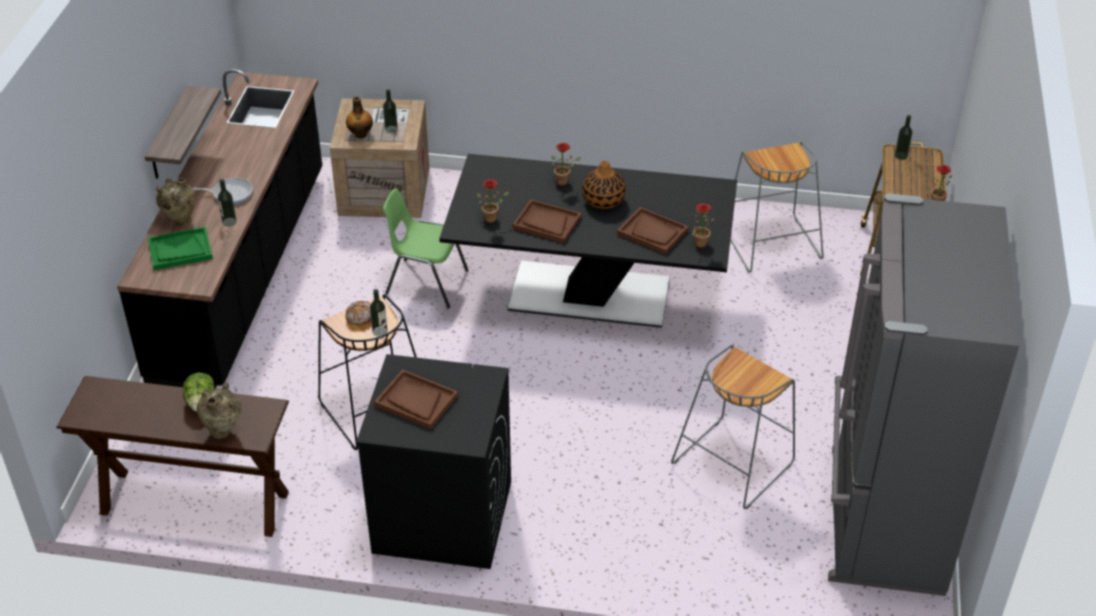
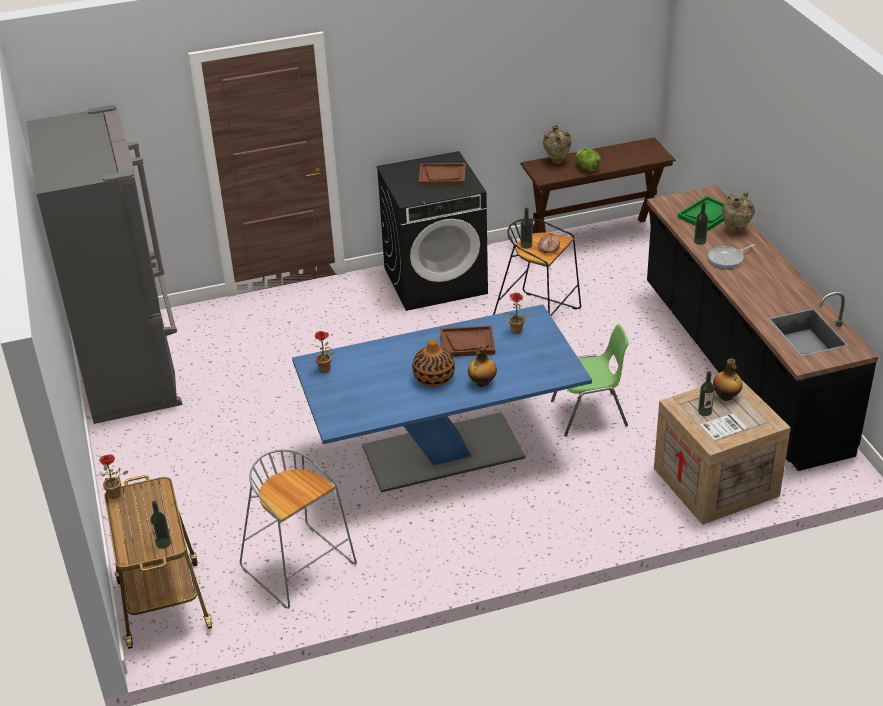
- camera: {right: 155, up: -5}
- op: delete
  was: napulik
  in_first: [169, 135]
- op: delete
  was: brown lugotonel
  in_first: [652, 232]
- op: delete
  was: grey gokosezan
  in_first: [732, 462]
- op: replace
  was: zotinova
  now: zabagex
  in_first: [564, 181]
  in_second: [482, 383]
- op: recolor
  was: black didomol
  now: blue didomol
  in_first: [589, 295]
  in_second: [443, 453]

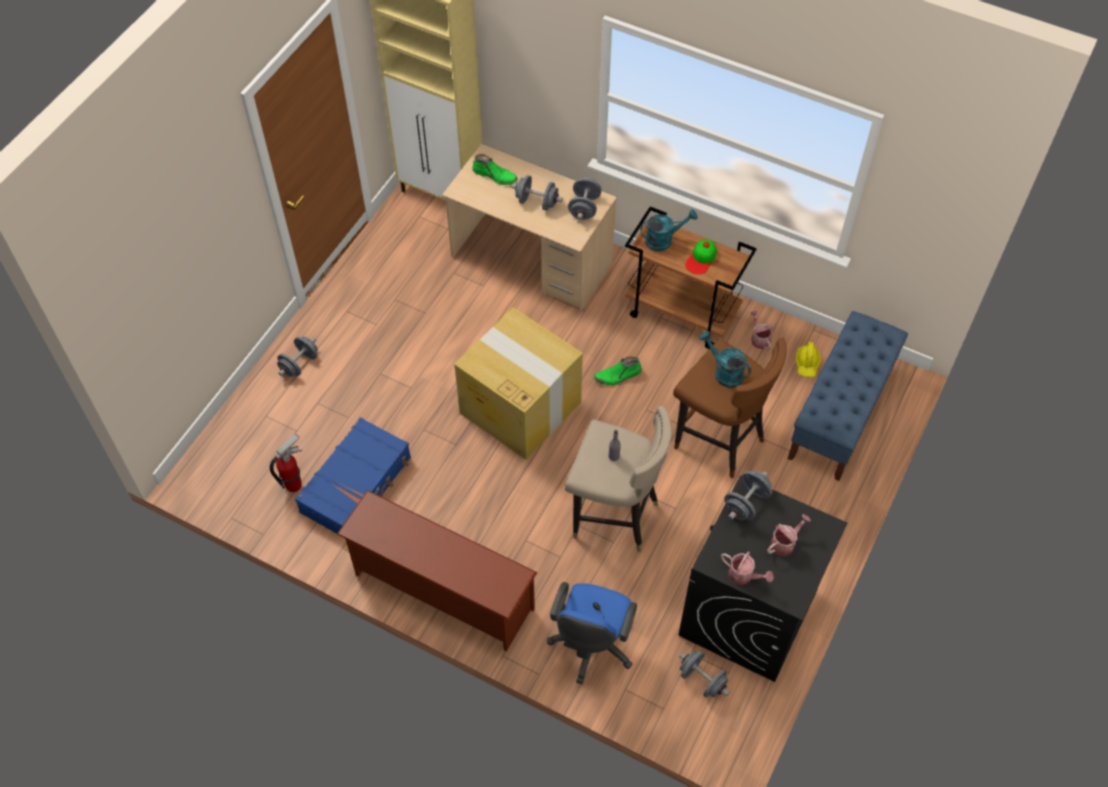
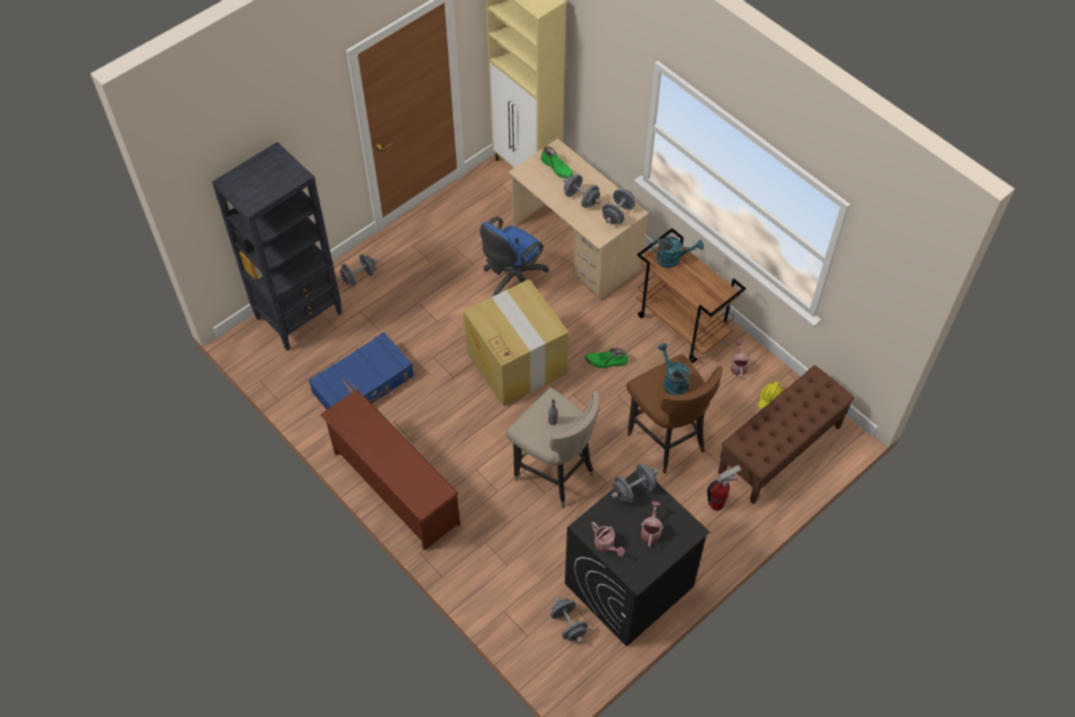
- camera: {right: 20, up: 0}
- op: delete
  was: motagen
  in_first: [701, 259]
- op: insert
  now: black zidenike
  in_second: [300, 315]
- op: move
  was: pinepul
  in_first: [294, 485]
  in_second: [717, 504]
- op: move
  was: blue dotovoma
  in_first: [591, 646]
  in_second: [512, 280]
- op: recolor
  was: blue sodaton
  now: brown sodaton
  in_first: [840, 414]
  in_second: [779, 450]
- op: rotate
  was: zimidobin
  in_first: [785, 543]
  in_second: [651, 531]
  clockwise: -60

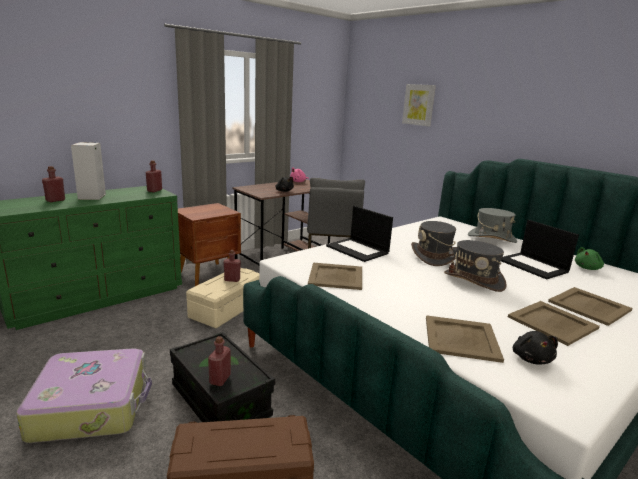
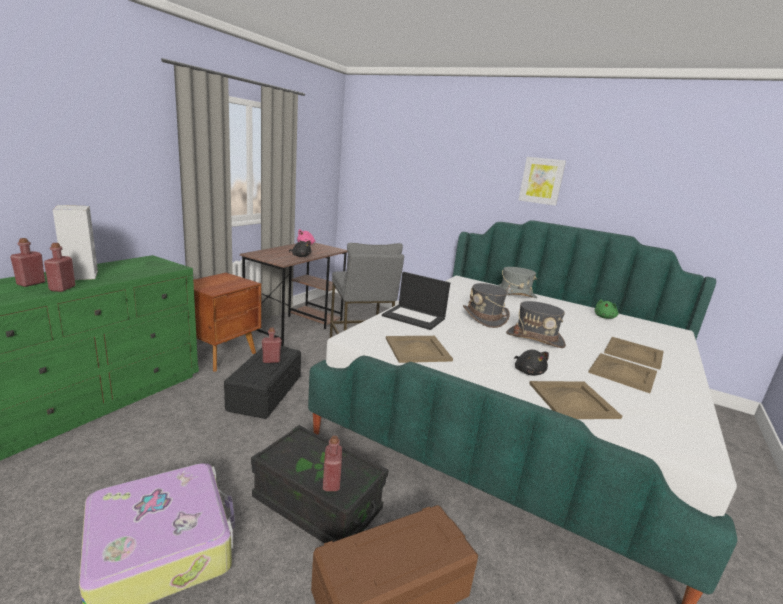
- camera: {right: -20, up: 0}
- op: delete
  was: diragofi
  in_first: [533, 266]
- op: move
  was: red zabagex
  in_first: [154, 190]
  in_second: [62, 288]
- op: move
  was: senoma
  in_first: [419, 105]
  in_second: [541, 181]
- op: move
  was: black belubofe
  in_first: [531, 358]
  in_second: [528, 372]
- op: recolor
  was: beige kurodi
  now: black kurodi
  in_first: [226, 308]
  in_second: [265, 392]

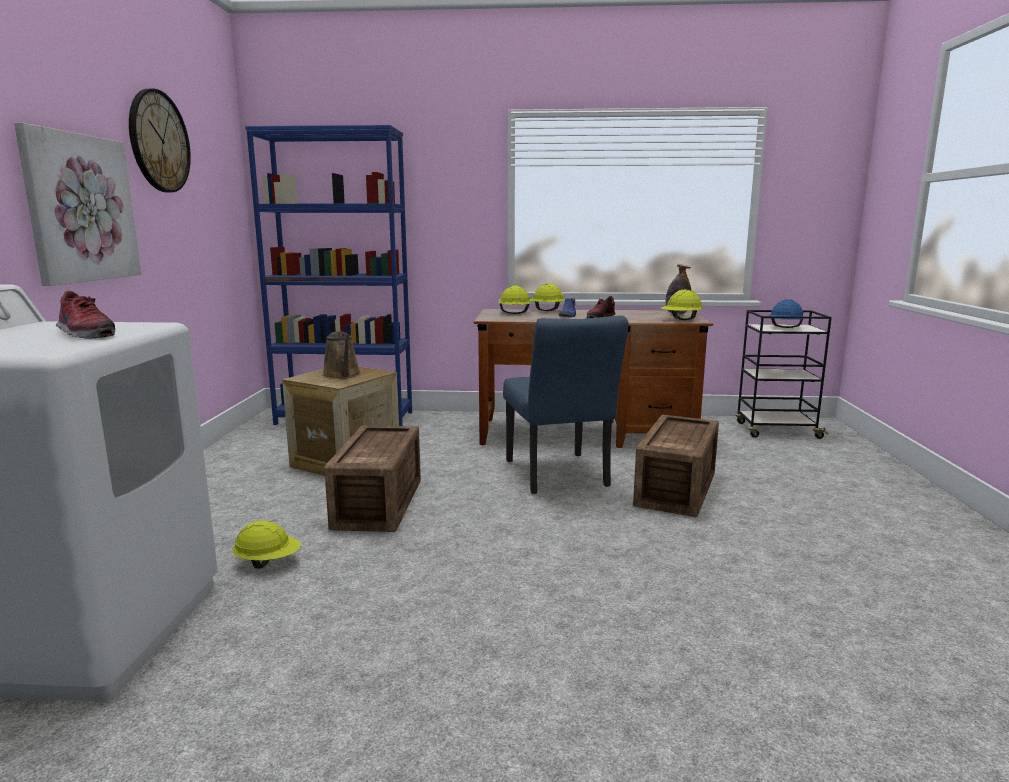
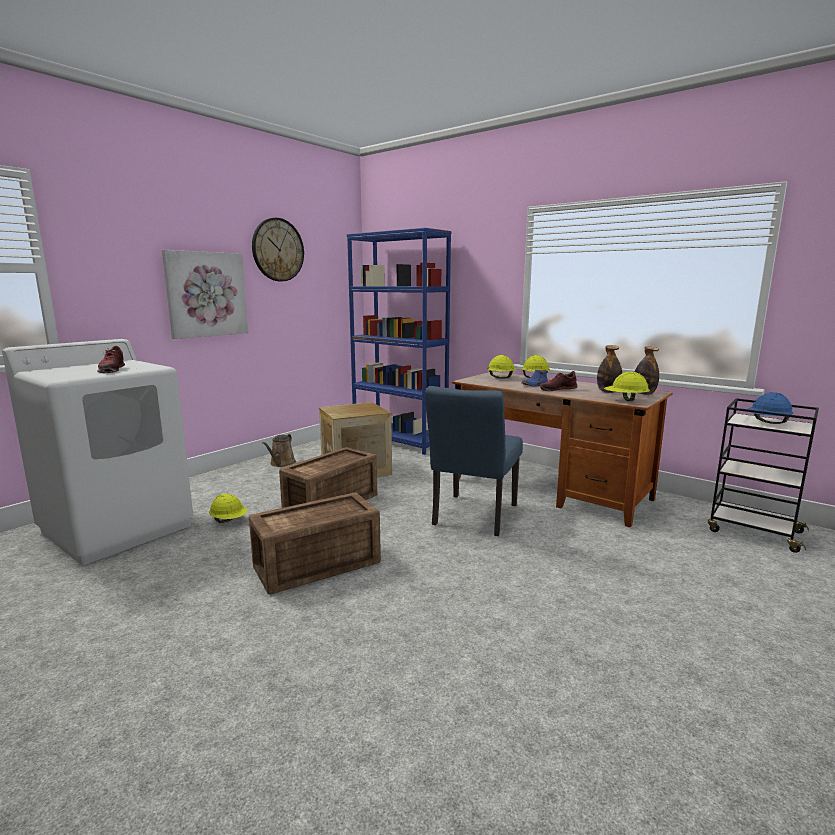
- camera: {right: 35, up: 0}
- op: insert
  now: zabagex
  in_second: [608, 392]
- op: move
  was: brown zimidobin
  in_first: [342, 375]
  in_second: [281, 463]
- op: move
  was: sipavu
  in_first: [678, 489]
  in_second: [319, 565]

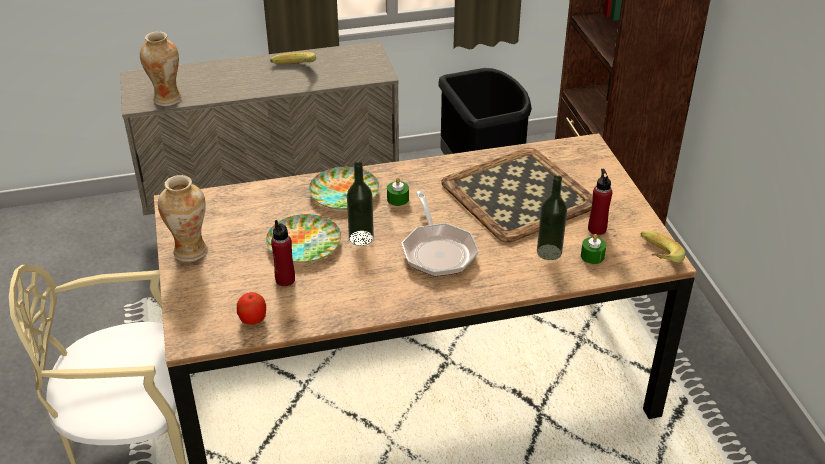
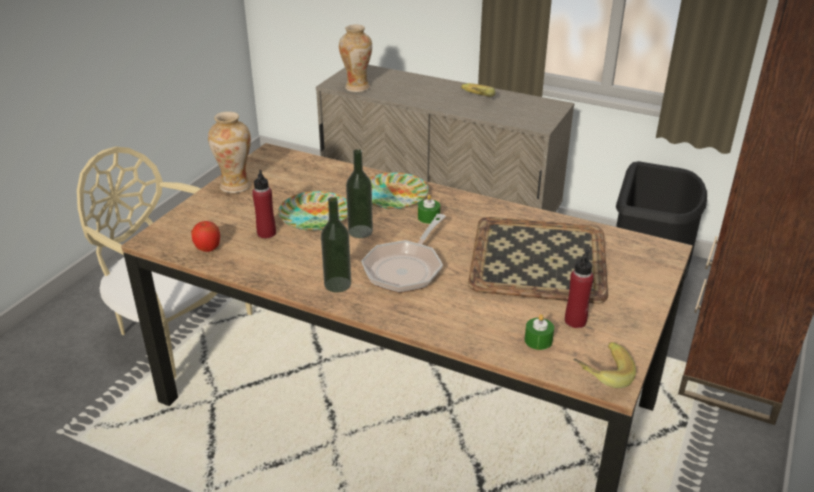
- camera: {right: 40, up: -5}
- op: move
  was: zabagex
  in_first: [549, 252]
  in_second: [337, 284]

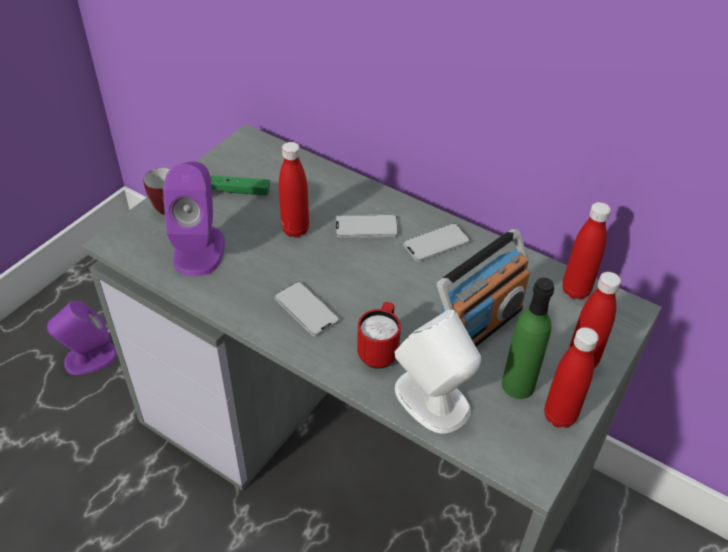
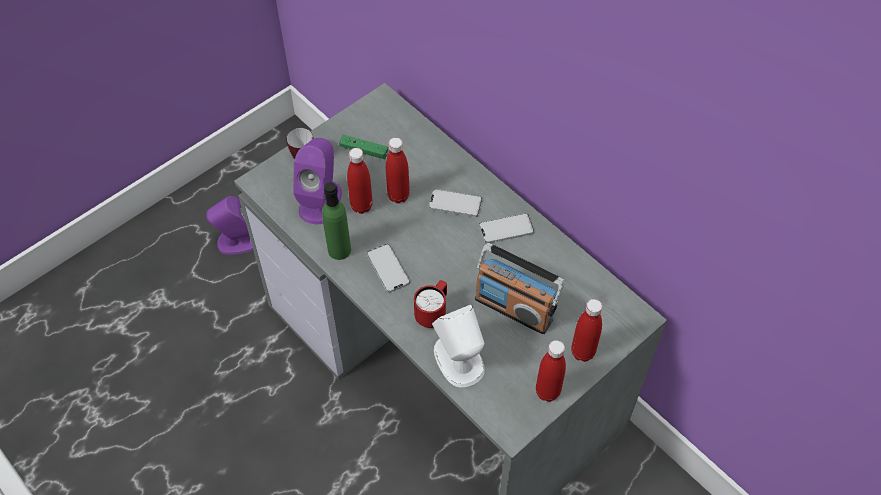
- camera: {right: 15, up: 10}
- op: move
  was: green zabagex
  in_first: [518, 385]
  in_second: [339, 250]
- op: move
  was: red zabagex
  in_first: [575, 290]
  in_second: [361, 206]
- op: rotate
  was: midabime
  in_first: [478, 326]
  in_second: [514, 308]
  clockwise: 60

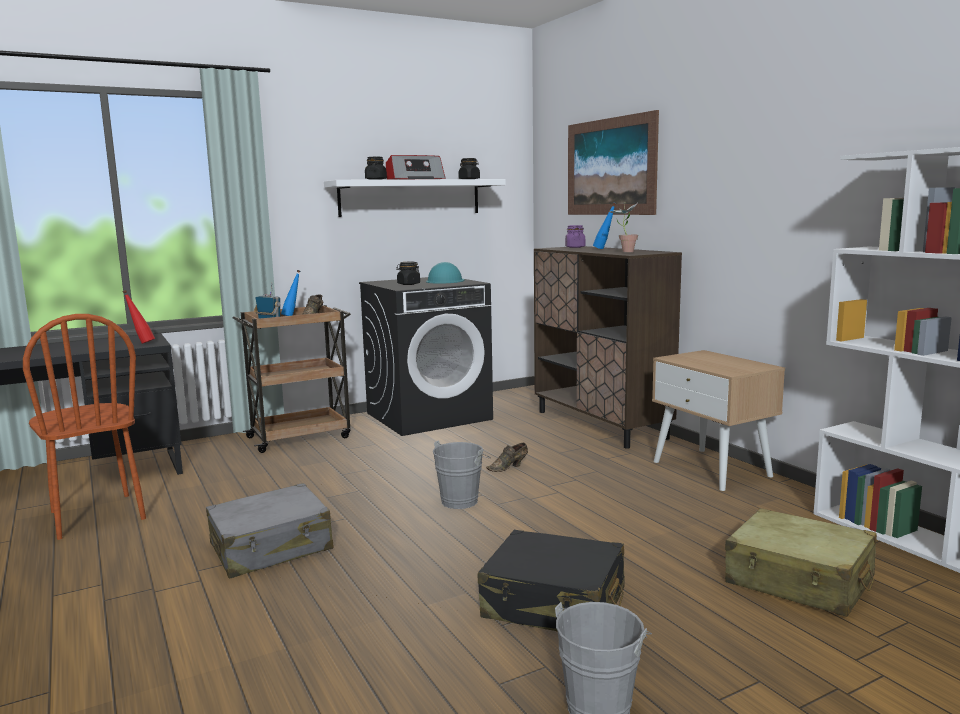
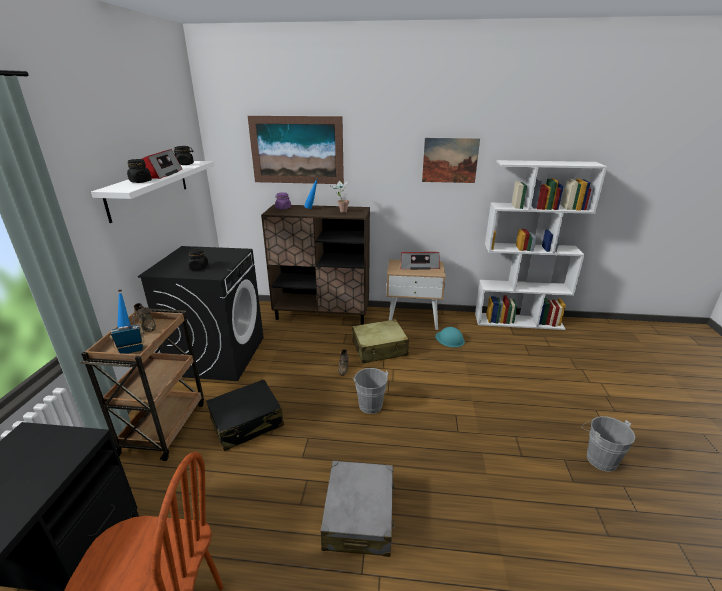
- camera: {right: -55, up: 15}
- op: delete
  was: red zabagex
  in_first: [141, 343]
- op: insert
  now: midabime
  in_second: [418, 266]
- op: insert
  now: senoma
  in_second: [450, 160]
- op: move
  was: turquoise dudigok
  in_first: [445, 281]
  in_second: [449, 339]
- op: move
  was: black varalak
  in_first: [554, 604]
  in_second: [247, 422]
- op: move
  was: beige varalak
  in_first: [799, 581]
  in_second: [379, 349]

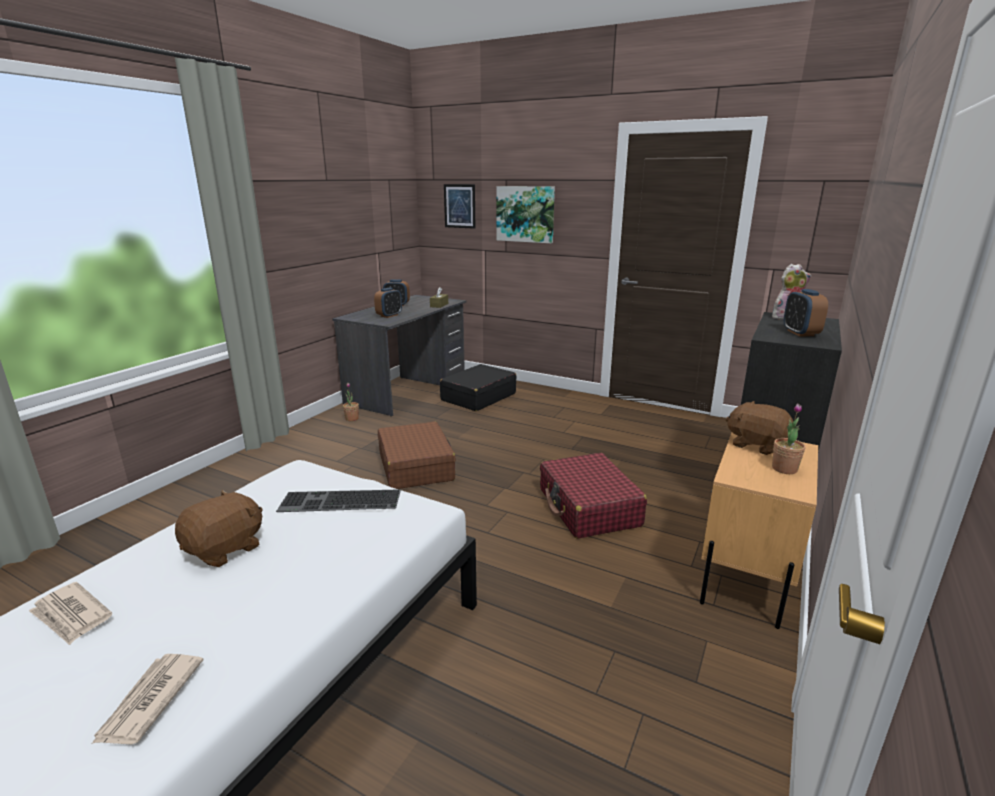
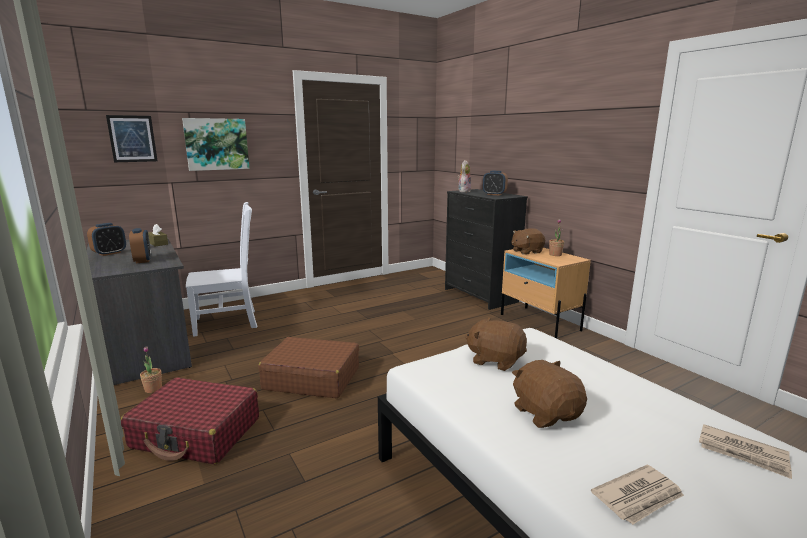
- camera: {right: -60, up: -5}
- op: move
  was: red varalak
  in_first: [588, 507]
  in_second: [197, 433]
- op: replace
  was: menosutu
  now: brown belubofe
  in_first: [339, 502]
  in_second: [495, 360]
- op: replace
  was: black varalak
  now: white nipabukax
  in_first: [478, 397]
  in_second: [228, 322]

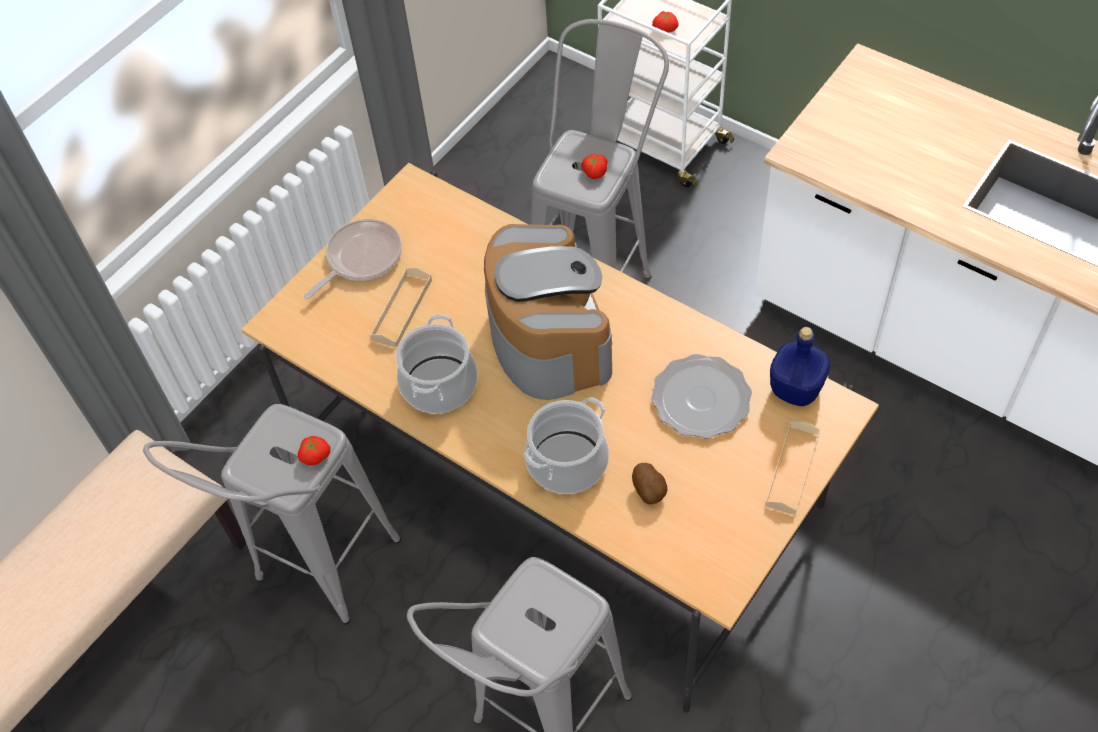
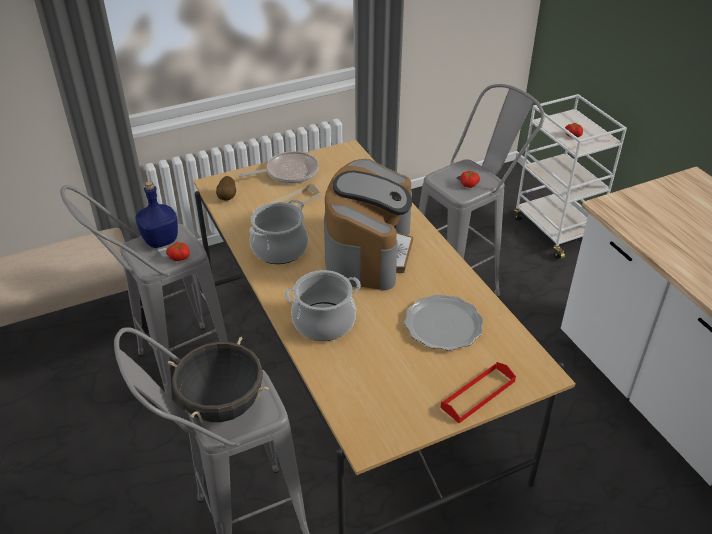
- camera: {right: 25, up: -15}
- op: insert
  now: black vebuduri
  in_second: [222, 406]
- op: move
  was: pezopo
  in_first: [650, 491]
  in_second: [228, 197]
- op: move
  was: blue zabagex
  in_first: [796, 388]
  in_second: [161, 240]
- op: recolor
  was: beige lugotonel
  now: red lugotonel
  in_first: [792, 469]
  in_second: [478, 394]

